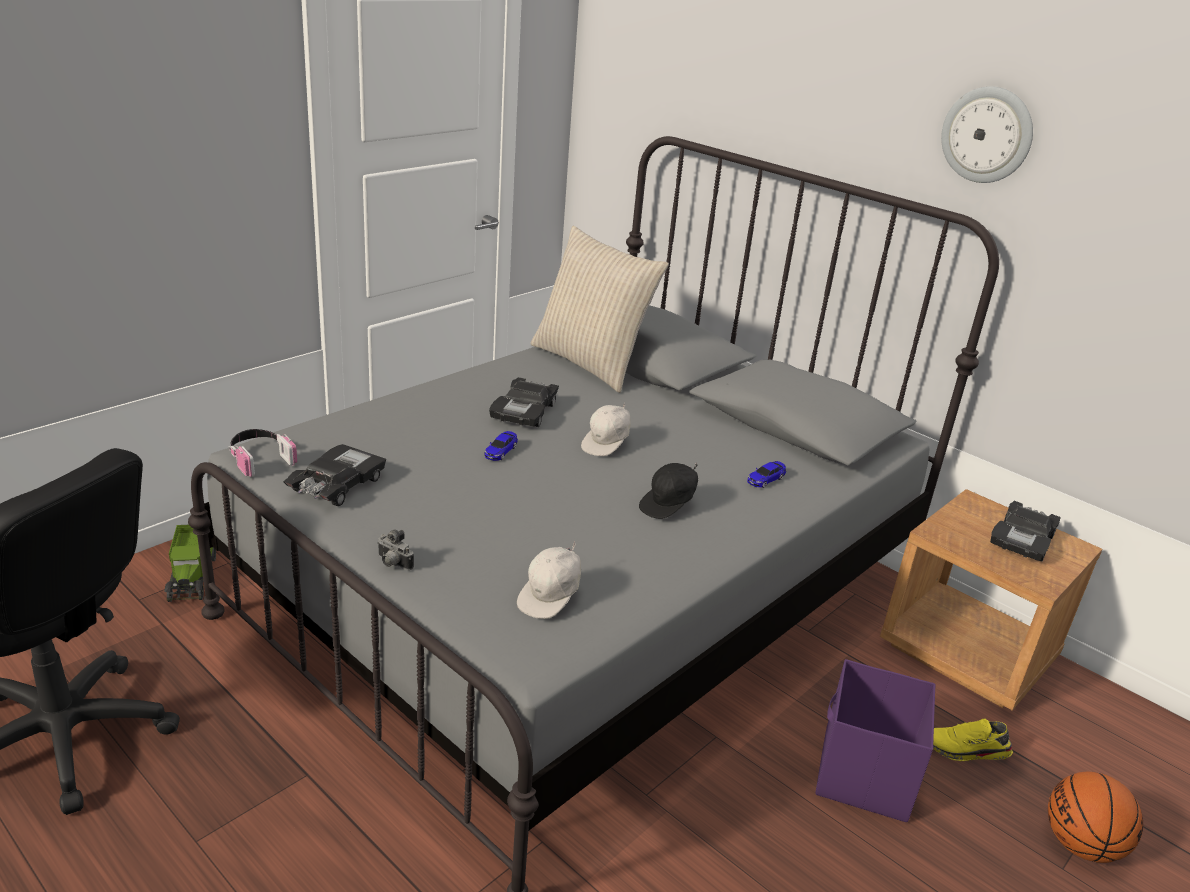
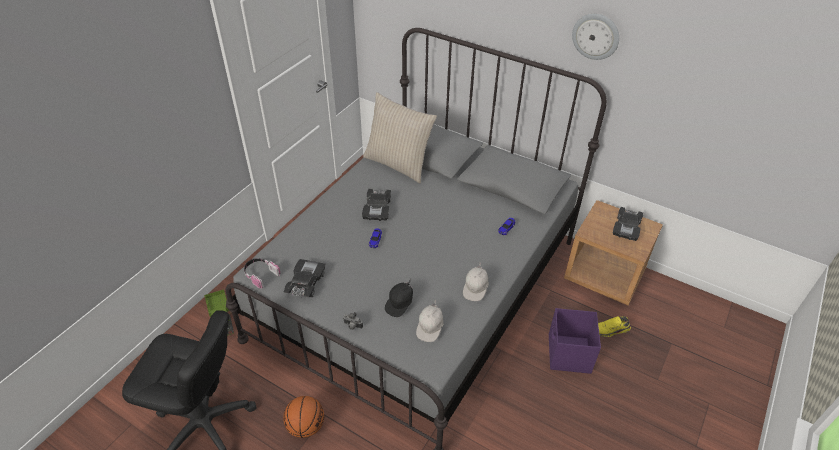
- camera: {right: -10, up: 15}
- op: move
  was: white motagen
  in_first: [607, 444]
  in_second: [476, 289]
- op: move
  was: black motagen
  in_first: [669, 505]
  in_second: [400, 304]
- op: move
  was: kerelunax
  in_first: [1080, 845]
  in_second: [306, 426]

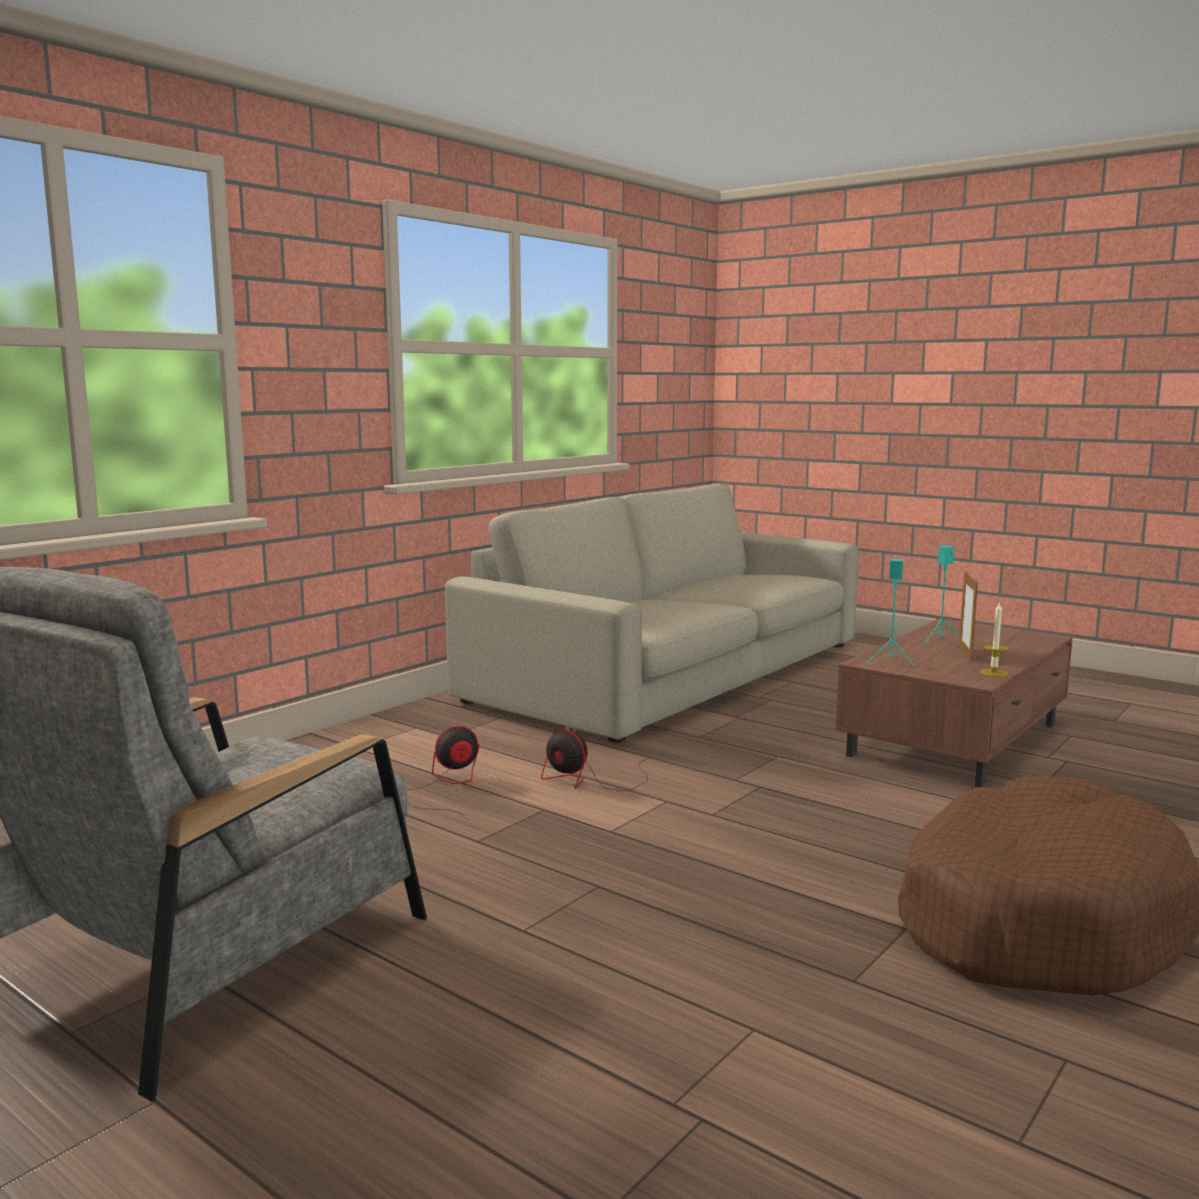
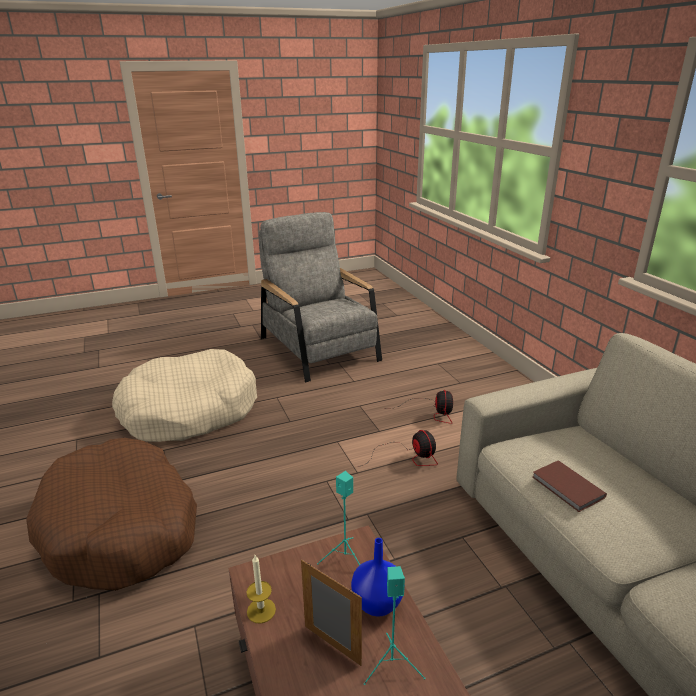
- camera: {right: 120, up: 15}
- op: insert
  now: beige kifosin
  in_second: [189, 410]
- op: insert
  now: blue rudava
  in_second: [378, 604]
- op: insert
  now: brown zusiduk
  in_second: [567, 488]
- op: rotate
  was: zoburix
  in_first: [590, 780]
  in_second: [408, 457]
  clockwise: 90

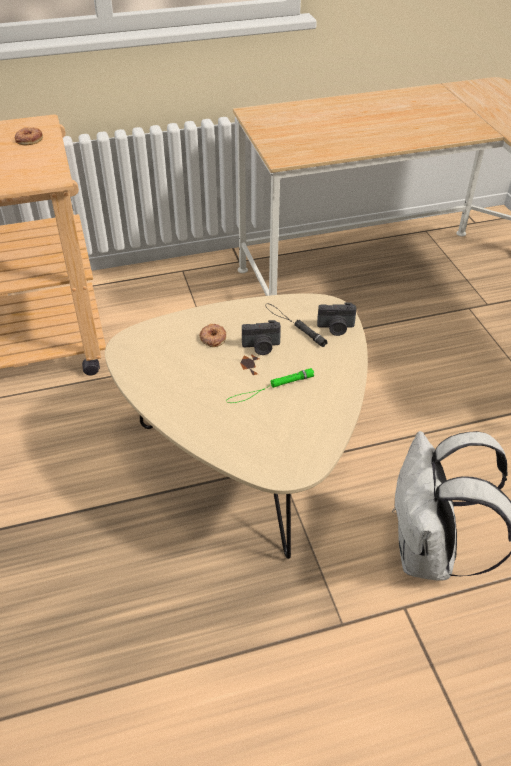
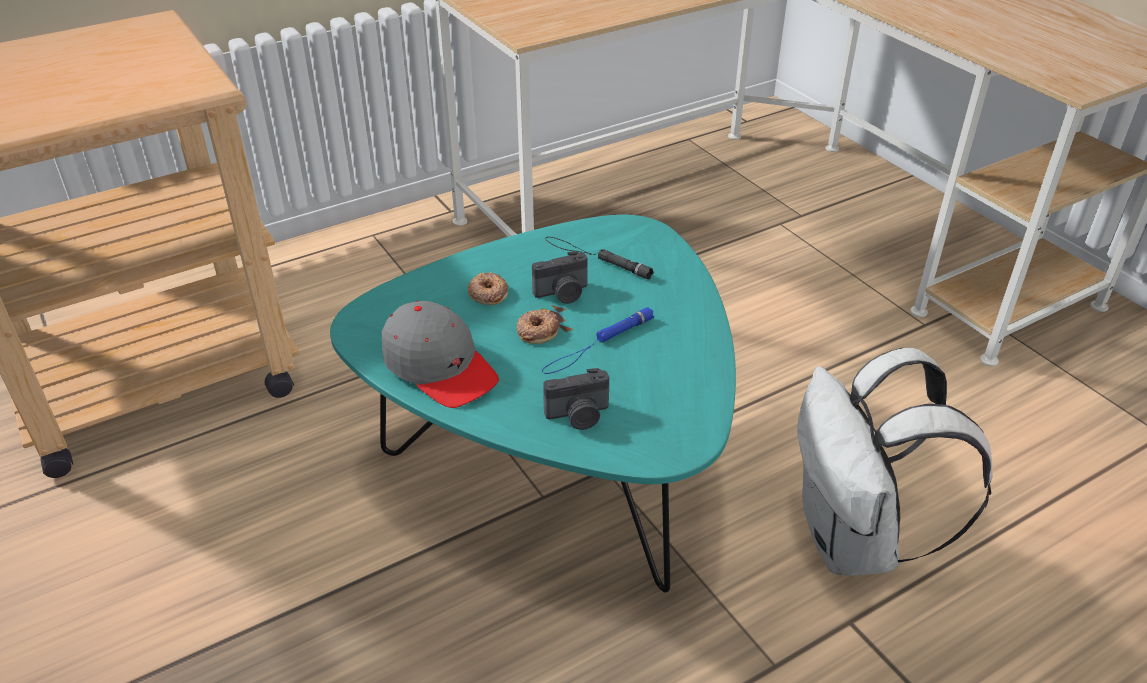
- camera: {right: -15, up: -5}
- op: insert
  now: grey motagen
  in_second: [440, 367]
- op: move
  was: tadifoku
  in_first: [29, 139]
  in_second: [537, 330]
- op: move
  was: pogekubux
  in_first: [336, 328]
  in_second: [579, 416]
- op: recolor
  was: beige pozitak
  now: turquoise pozitak
  in_first: [250, 457]
  in_second: [560, 465]
- op: recolor
  was: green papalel
  now: blue papalel
  in_first: [270, 388]
  in_second: [598, 344]

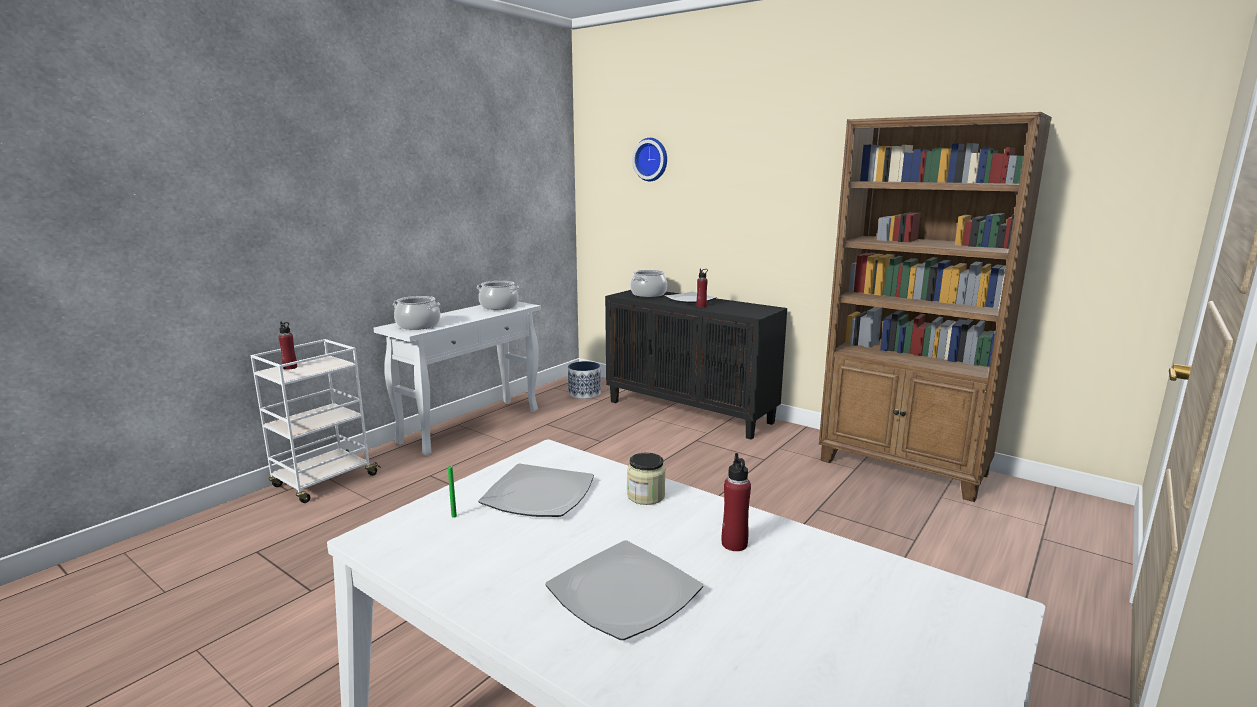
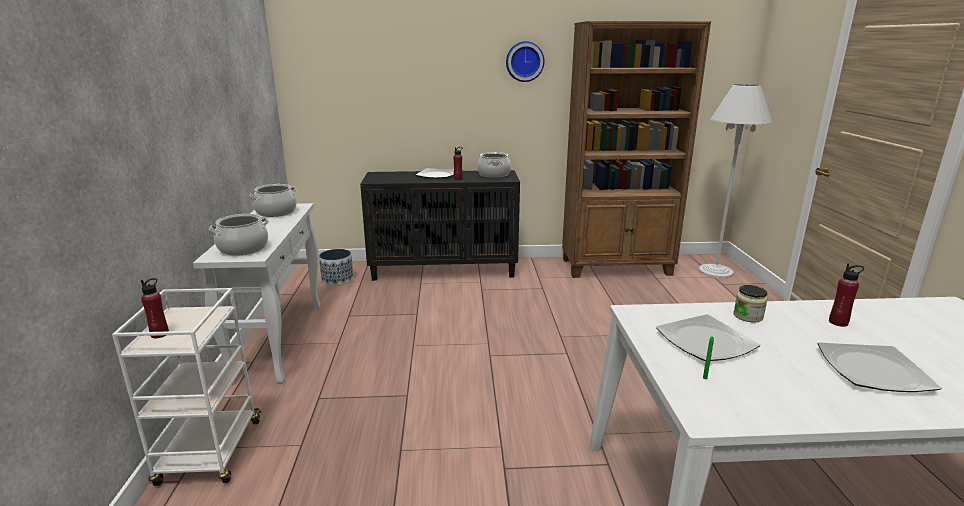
- camera: {right: -40, up: 5}
- op: insert
  now: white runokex
  in_second: [715, 272]
- op: move
  was: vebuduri
  in_first: [648, 294]
  in_second: [493, 175]
- op: move
  was: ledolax
  in_first: [652, 159]
  in_second: [524, 61]

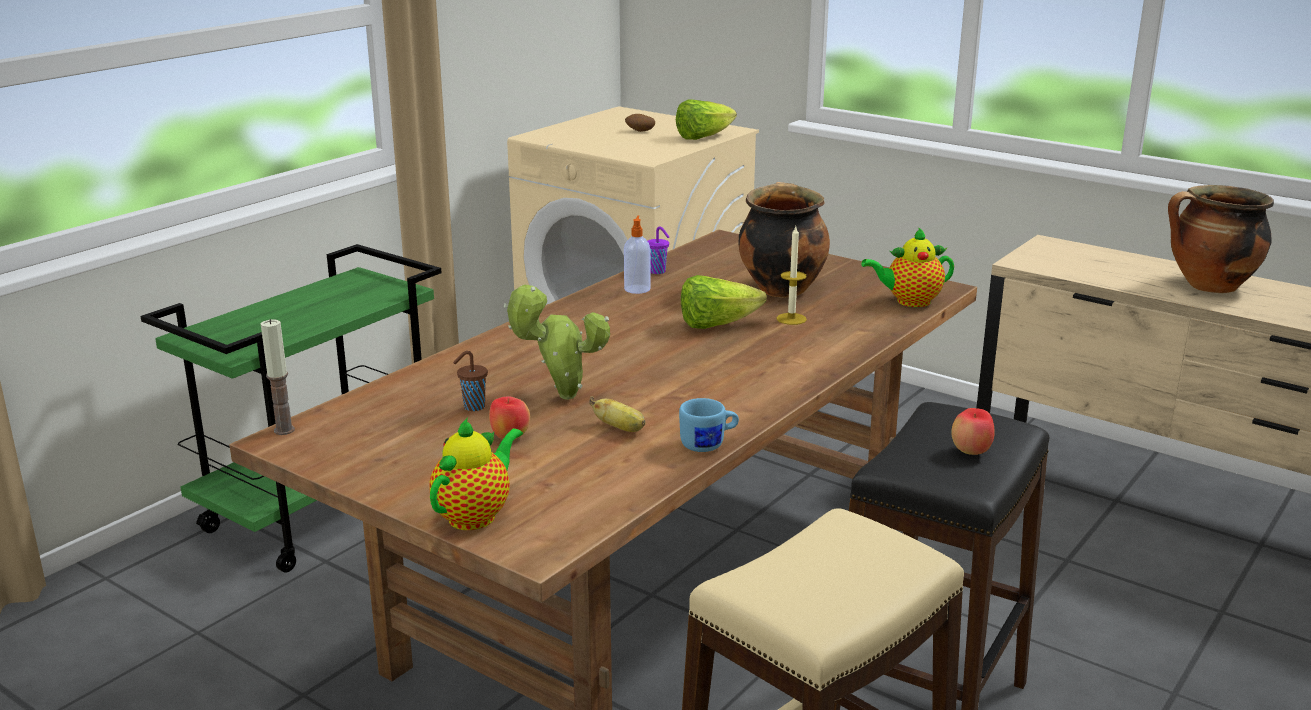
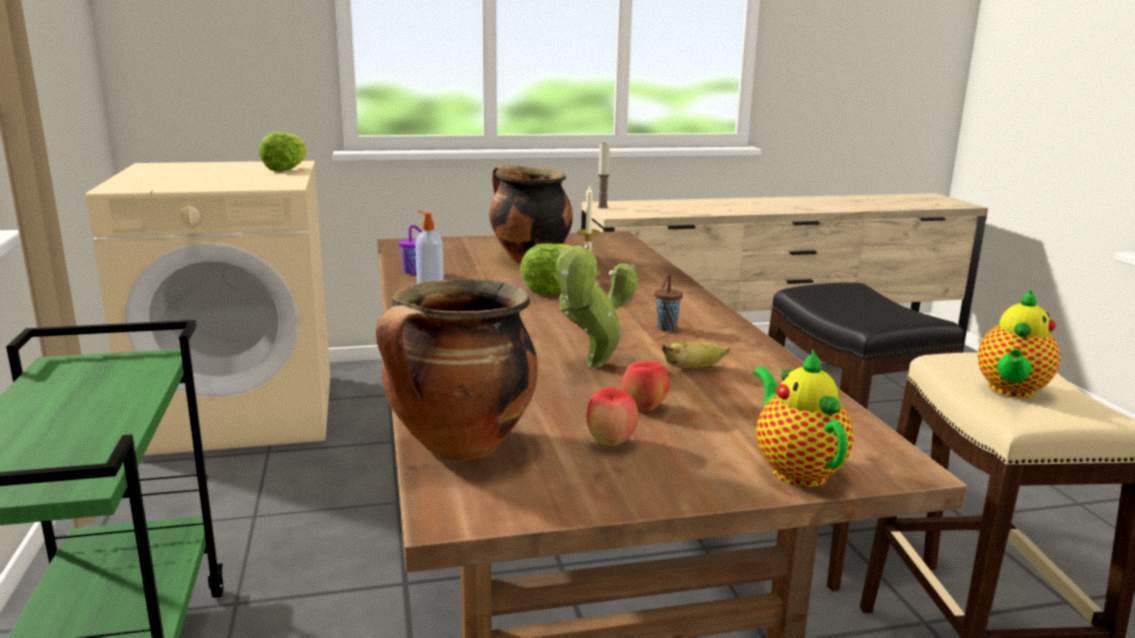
- camera: {right: -50, up: -5}
- op: delete
  was: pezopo
  in_first: [640, 131]
- op: delete
  was: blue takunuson
  in_first: [709, 444]
- op: move
  was: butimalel
  in_first: [284, 430]
  in_second: [602, 207]
- op: move
  was: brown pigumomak
  in_first: [472, 407]
  in_second: [665, 328]
- op: move
  was: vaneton
  in_first: [909, 301]
  in_second: [1010, 391]
- op: move
  was: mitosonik
  in_first: [971, 452]
  in_second: [610, 442]
- op: move
  was: vebuduri
  in_first: [1209, 287]
  in_second: [460, 447]

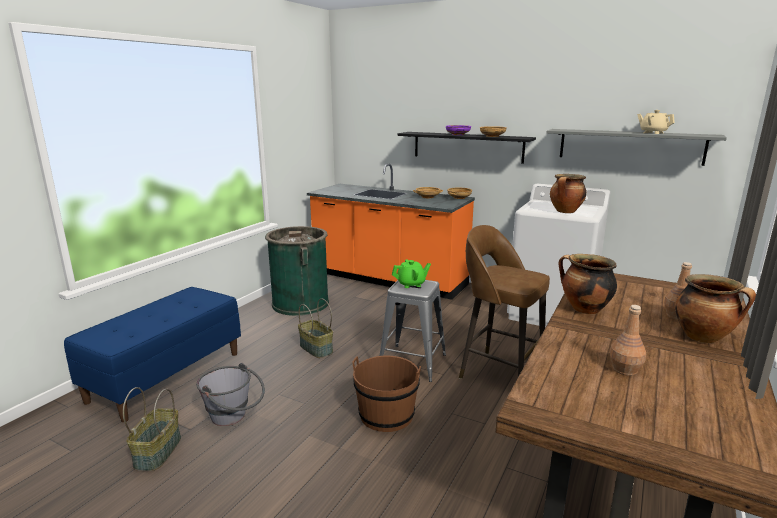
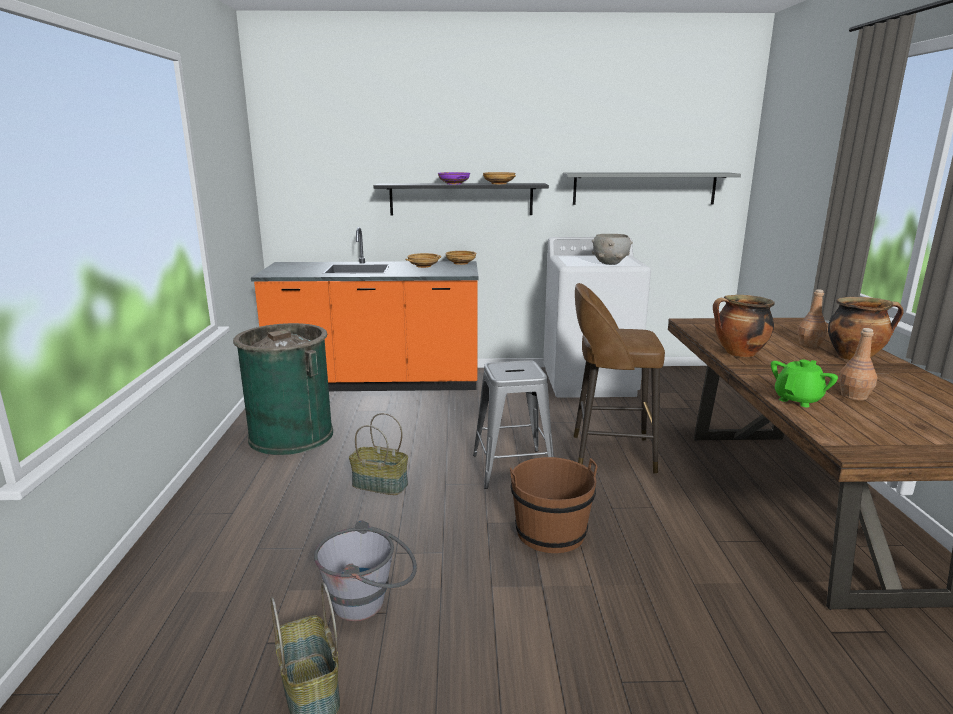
- camera: {right: -30, up: 0}
- op: delete
  was: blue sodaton
  in_first: [167, 376]
- op: delete
  was: beige vaneton
  in_first: [653, 133]
- op: move
  was: green vaneton
  in_first: [411, 284]
  in_second: [798, 399]
- op: replace
  was: vebuduri
  now: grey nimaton
  in_first: [565, 212]
  in_second: [610, 263]

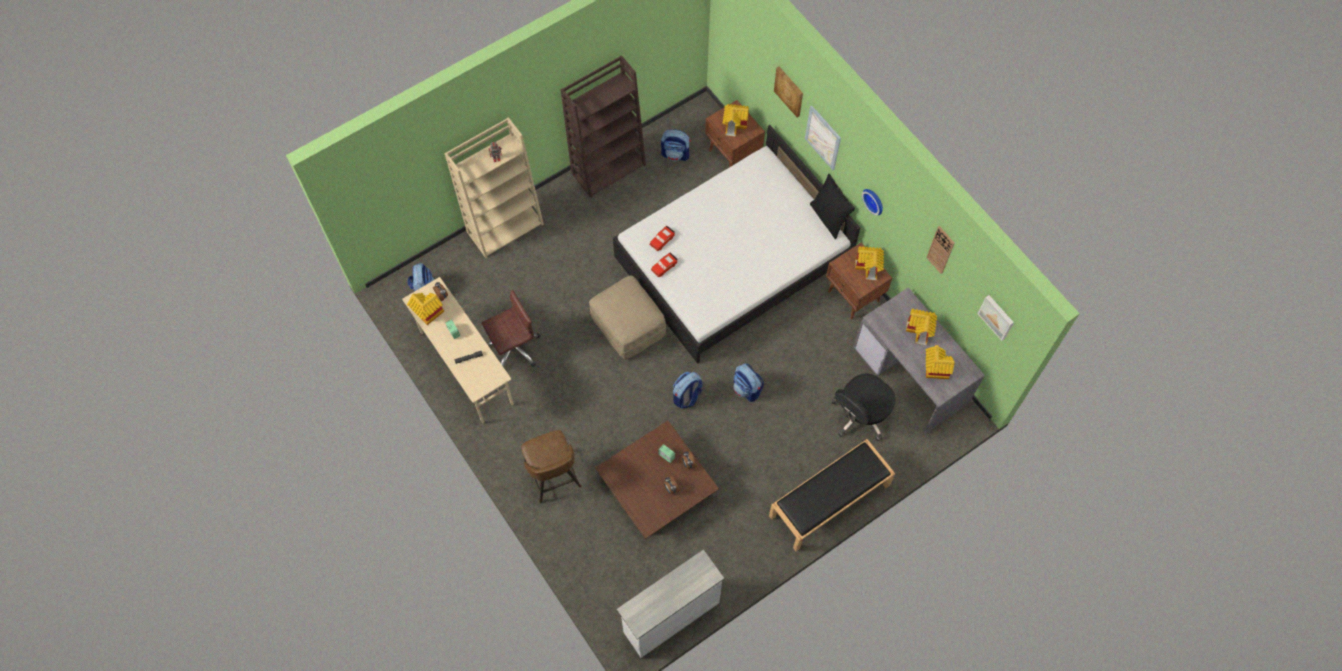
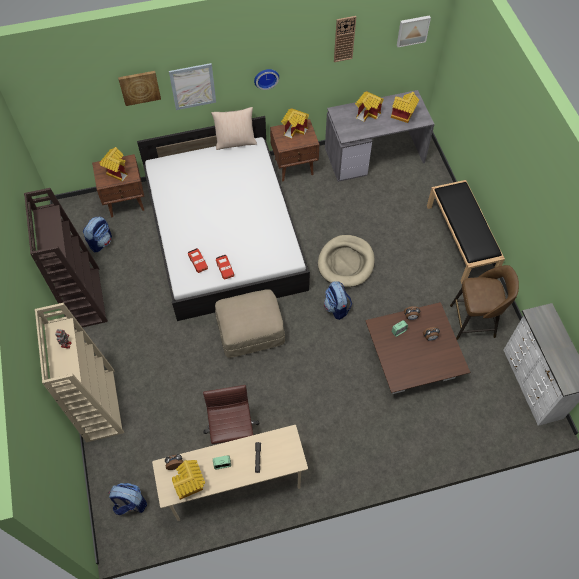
- camera: {right: -70, up: -5}
- op: delete
  was: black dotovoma
  in_first: [860, 415]
- op: move
  was: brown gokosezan
  in_first: [553, 477]
  in_second: [474, 321]
- op: replace
  was: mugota
  now: beige kifosin
  in_first: [747, 389]
  in_second: [346, 263]
- op: recolor
  was: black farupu
  now: beige farupu
  in_first: [829, 218]
  in_second: [235, 142]

